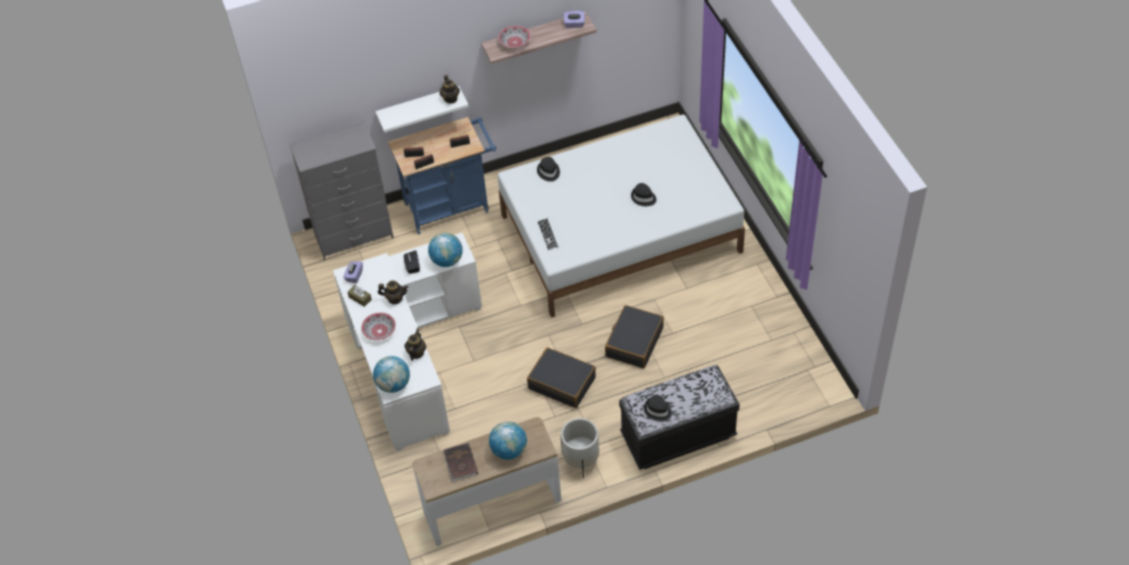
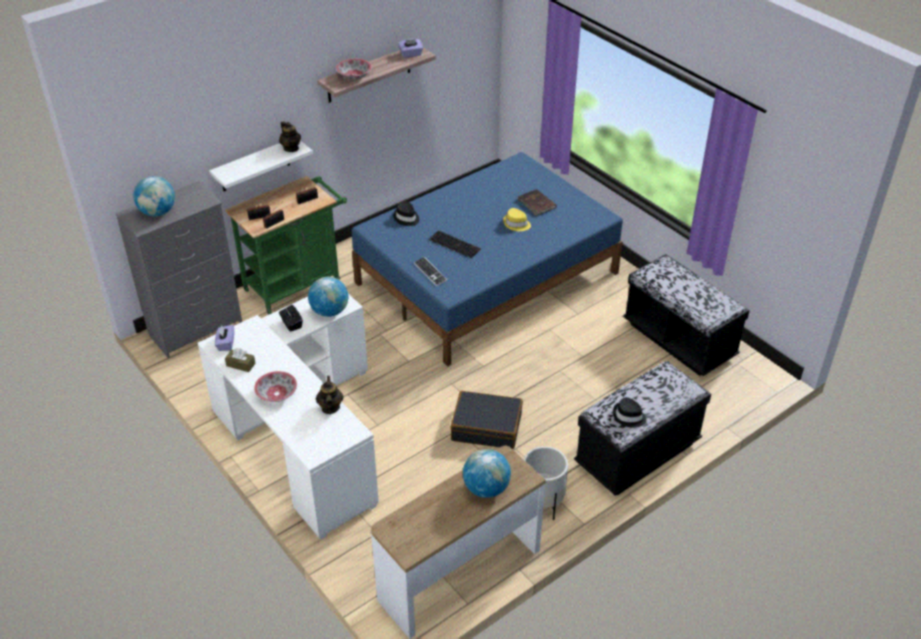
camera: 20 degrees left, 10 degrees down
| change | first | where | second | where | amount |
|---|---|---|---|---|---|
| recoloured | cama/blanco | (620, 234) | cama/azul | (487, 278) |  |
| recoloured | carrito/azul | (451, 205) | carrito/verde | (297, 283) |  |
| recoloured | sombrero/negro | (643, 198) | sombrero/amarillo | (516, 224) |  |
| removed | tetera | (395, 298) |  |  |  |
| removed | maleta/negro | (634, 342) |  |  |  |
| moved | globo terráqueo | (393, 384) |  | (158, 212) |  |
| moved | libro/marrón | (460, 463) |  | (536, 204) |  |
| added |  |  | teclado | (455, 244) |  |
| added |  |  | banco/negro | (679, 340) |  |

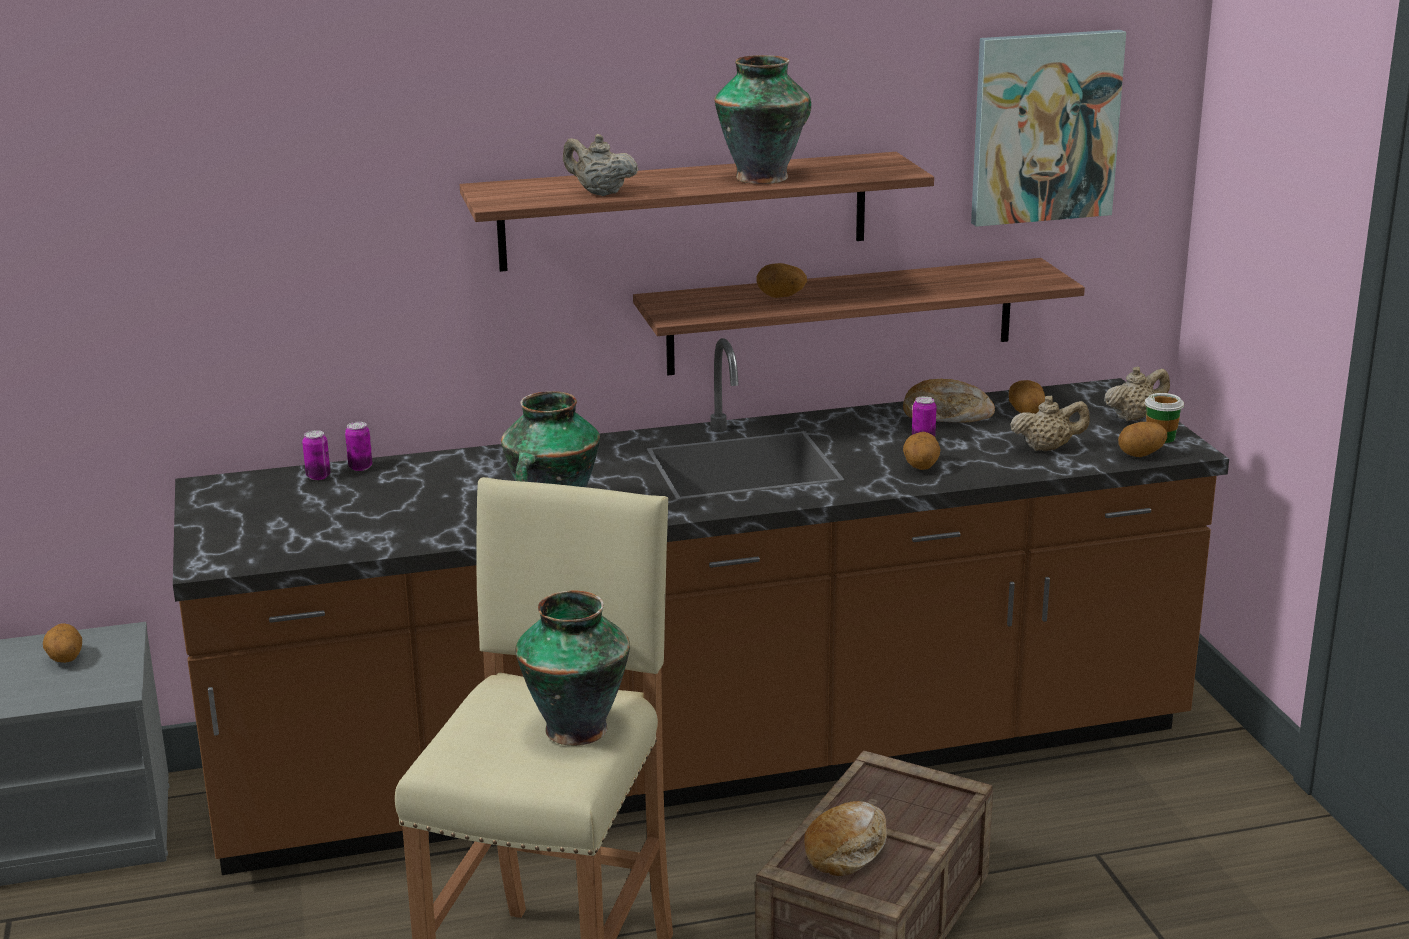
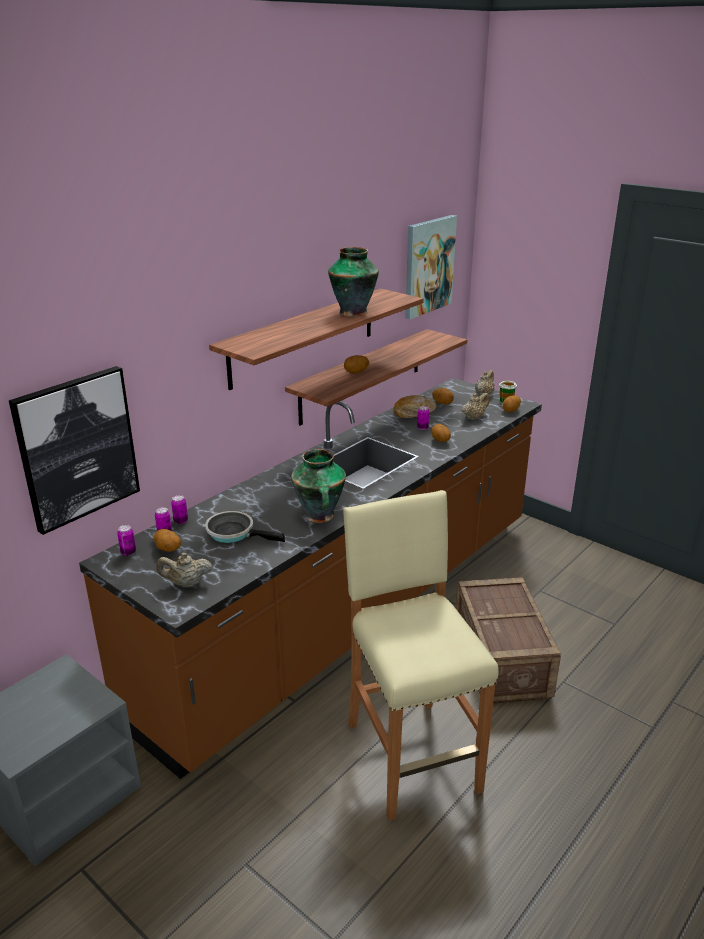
camera: 35 degrees left, 5 degrees up
| change | first | where | second | where | amount |
|---|---|---|---|---|---|
| moved | tetera/beis | (600, 193) |  | (186, 584) |  |
| removed | florero | (577, 727) |  |  |  |
| moved | patata | (65, 659) |  | (168, 550) |  |
| removed | pan | (847, 849) |  |  |  |
| added |  |  | cuadro | (77, 448) |  |
| added |  |  | sartén | (234, 533) |  |
| added |  |  | lata | (128, 552) |  |

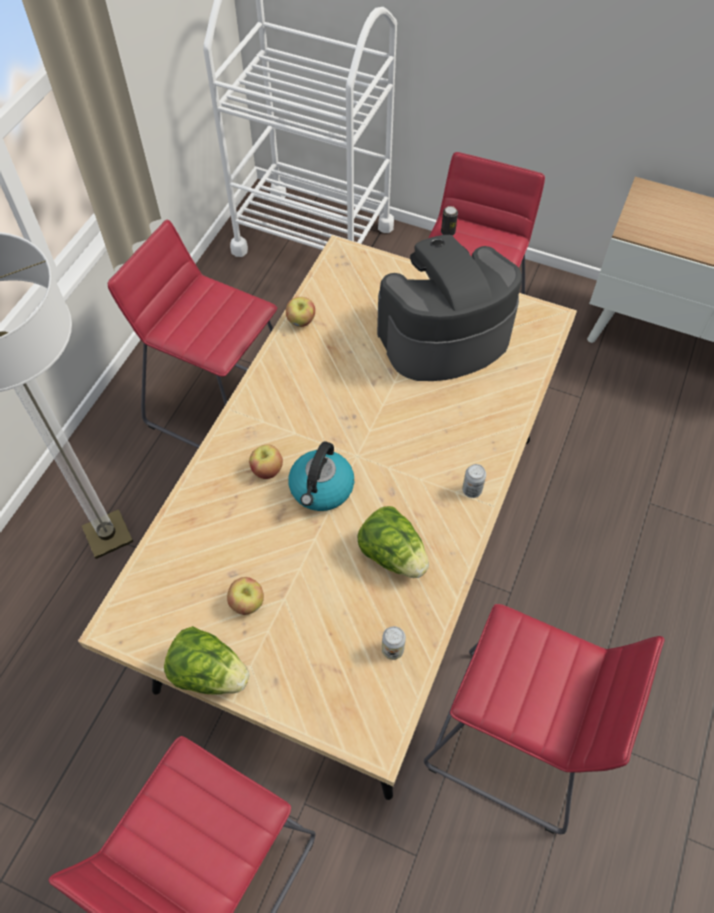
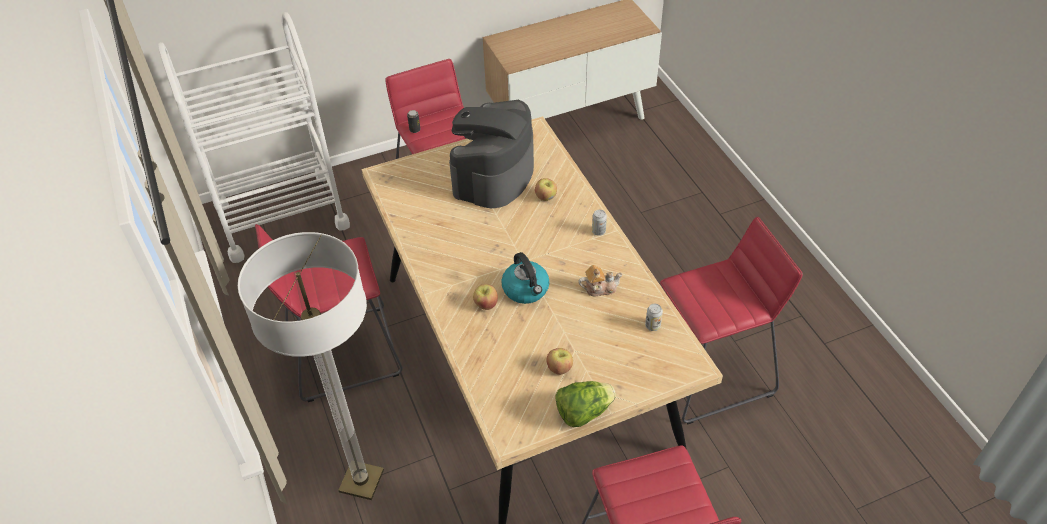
camera: 45 degrees left, 10 degrees down
| change | first | where | second | where | amount |
|---|---|---|---|---|---|
| moved | manzana | (301, 321) |  | (546, 197) |  |
| replaced | lechuga | (393, 554) | tetera | (599, 288) |  |

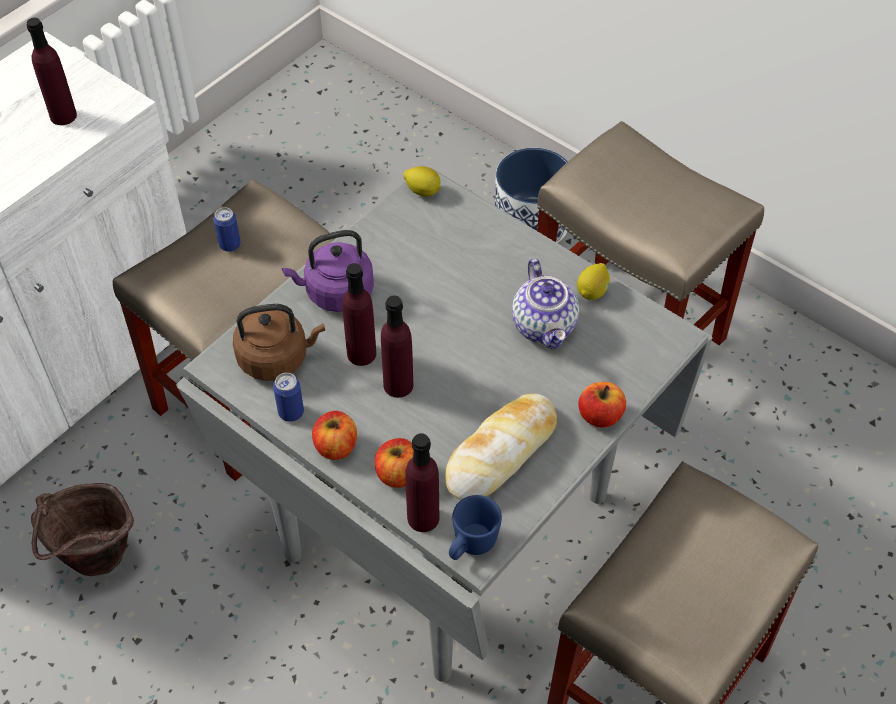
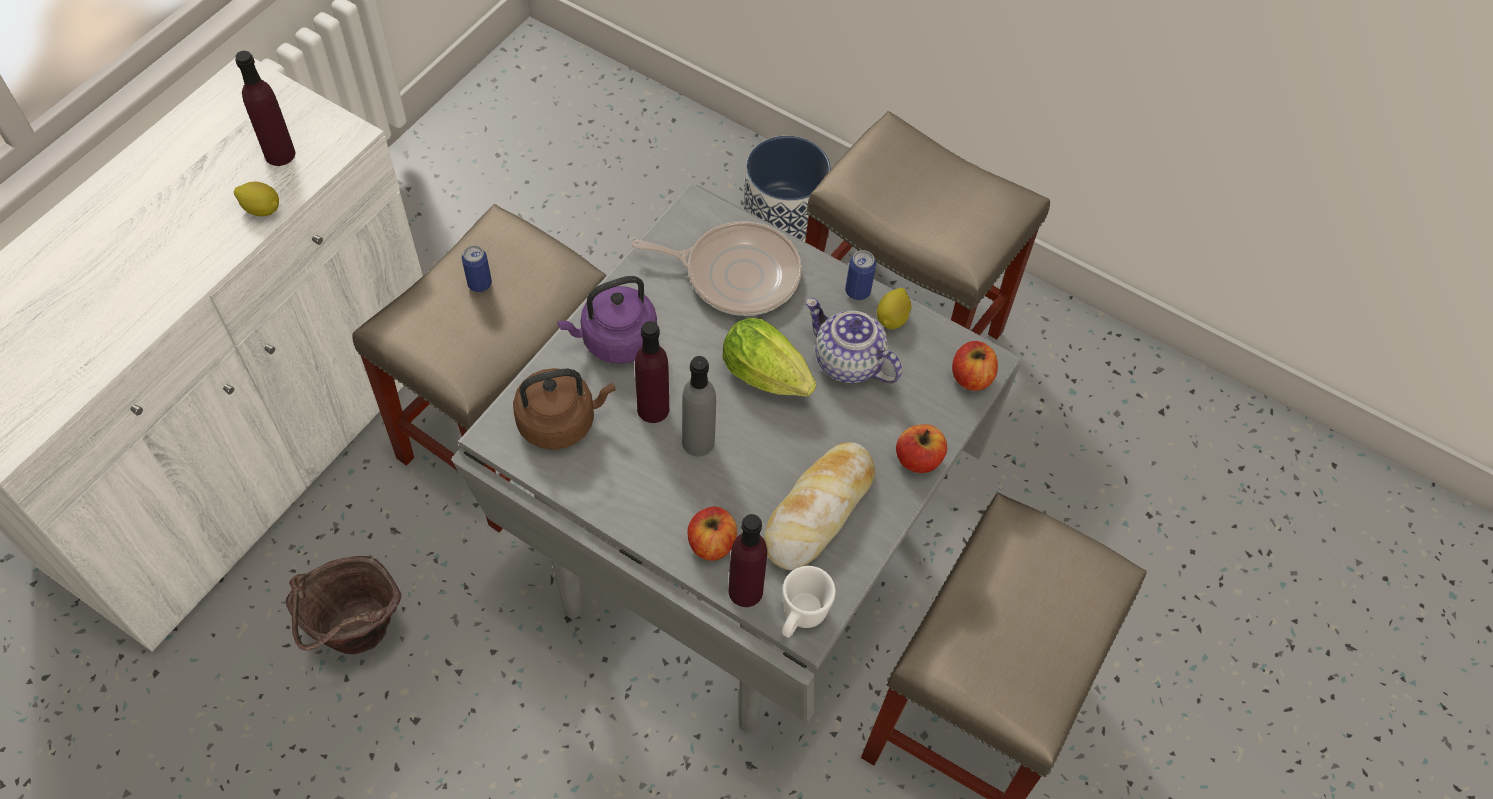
camera: 10 degrees left, 5 degrees up
| change | first | where | second | where | amount |
|---|---|---|---|---|---|
| moved | limón | (423, 191) |  | (262, 209) |  |
| turned | tetera | (545, 326) |  | (847, 362) | 150 degrees clockwise |
| recoloured | botella/morado | (398, 385) | botella/gris | (698, 442) |  |
| moved | lata | (291, 412) |  | (857, 291) |  |
| moved | manzana | (335, 446) |  | (971, 377) |  |
| recoloured | taza grande/azul | (471, 545) | taza grande/blanco | (800, 617) |  |
| added |  |  | sartén | (736, 274) |  |
| added |  |  | lechuga | (770, 378) |  |

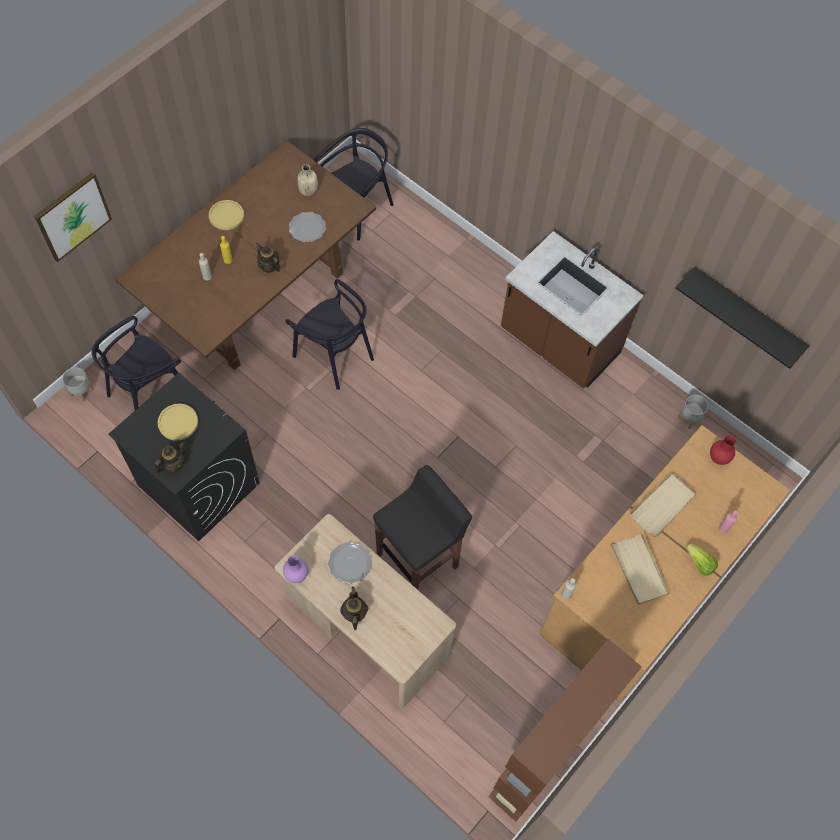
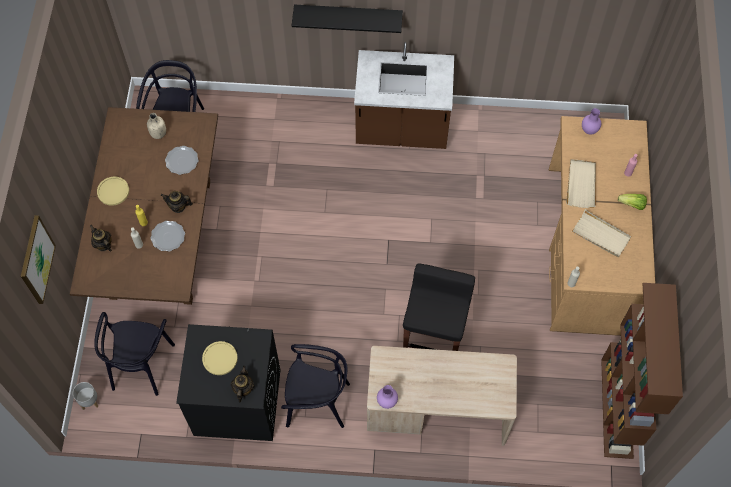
camera: 35 degrees left, 0 degrees up
| change | first | where | second | where | amount |
|---|---|---|---|---|---|
| moved | estante/negro | (746, 314) |  | (348, 15) |  |
| moved | silla/negro | (334, 355) |  | (317, 402) |  |
| removed | maceta/gris | (688, 419) |  |  |  |
| recoloured | florero/rojo | (718, 458) | florero/morado | (589, 130) |  |
| moved | plato | (349, 563) |  | (168, 237) |  |
| moved | tetera | (354, 614) |  | (103, 245) |  |

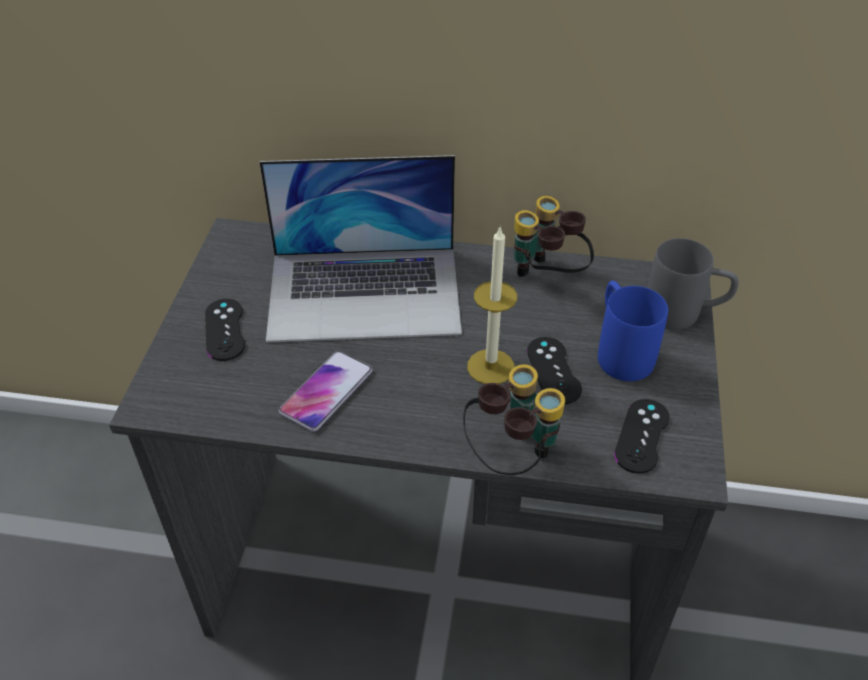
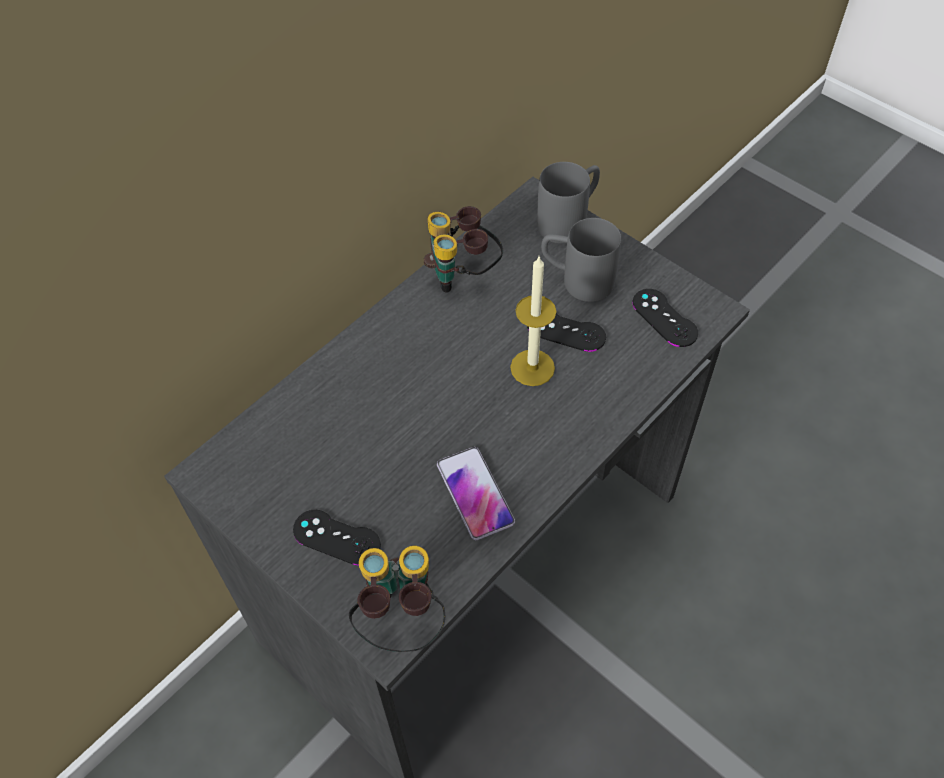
camera: 55 degrees left, 10 degrees up
| change | first | where | second | where | amount |
|---|---|---|---|---|---|
| removed | portátil | (365, 293) |  |  |  |
| recoloured | taza grande/azul | (619, 351) | taza grande/gris | (576, 280) |  |
| moved | prismáticos | (511, 455) |  | (400, 619) |  |

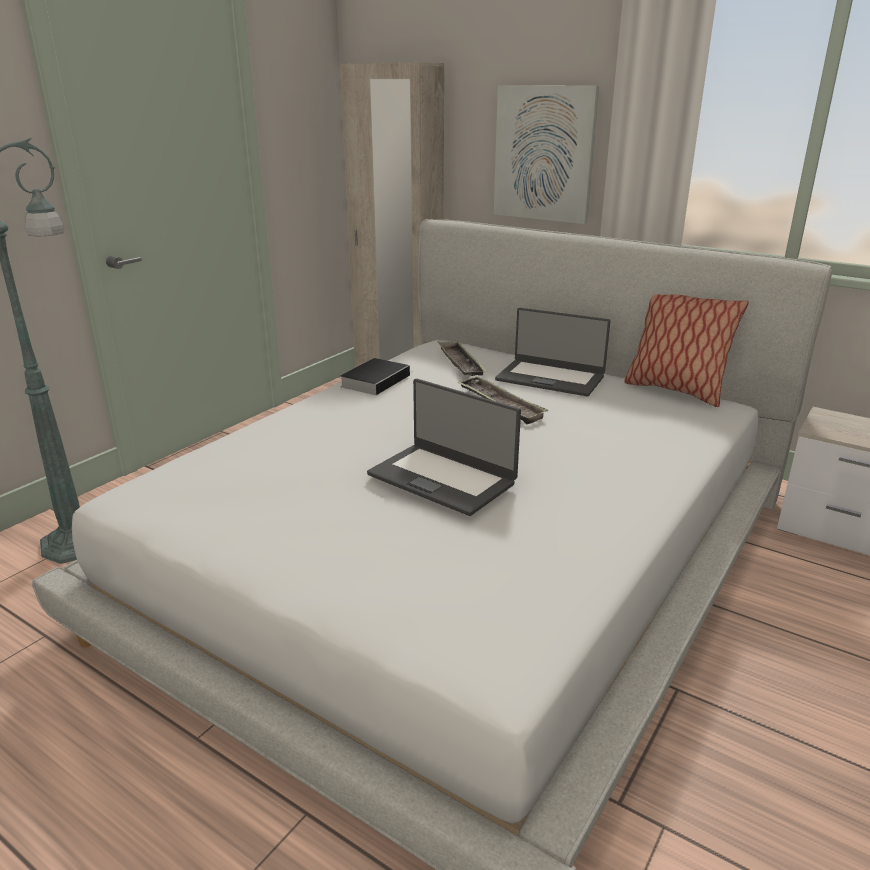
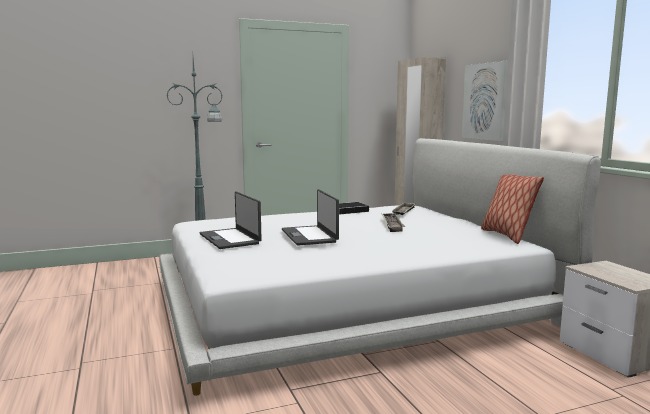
camera: 35 degrees right, 15 degrees down
| change | first | where | second | where | amount |
|---|---|---|---|---|---|
| moved | portátil | (550, 378) |  | (230, 239) |  |

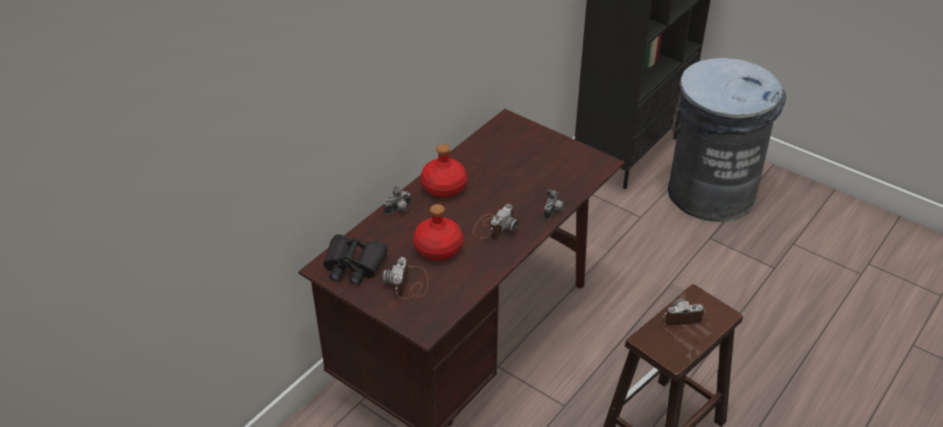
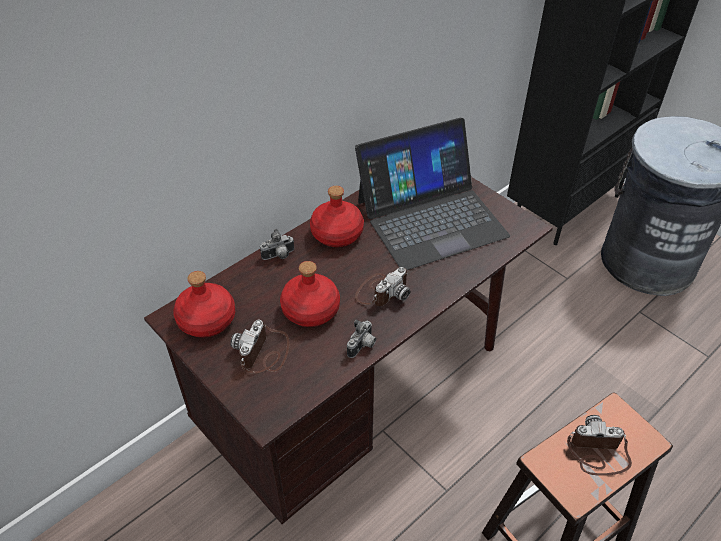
camera: 10 degrees right, 5 degrees up
| change | first | where | second | where | amount |
|---|---|---|---|---|---|
| moved | cámara | (553, 211) |  | (362, 346) |  |
| replaced | prismáticos/negro | (353, 266) | botella/rojo | (207, 319) |  |
| added |  |  | portátil | (430, 217) |  |

